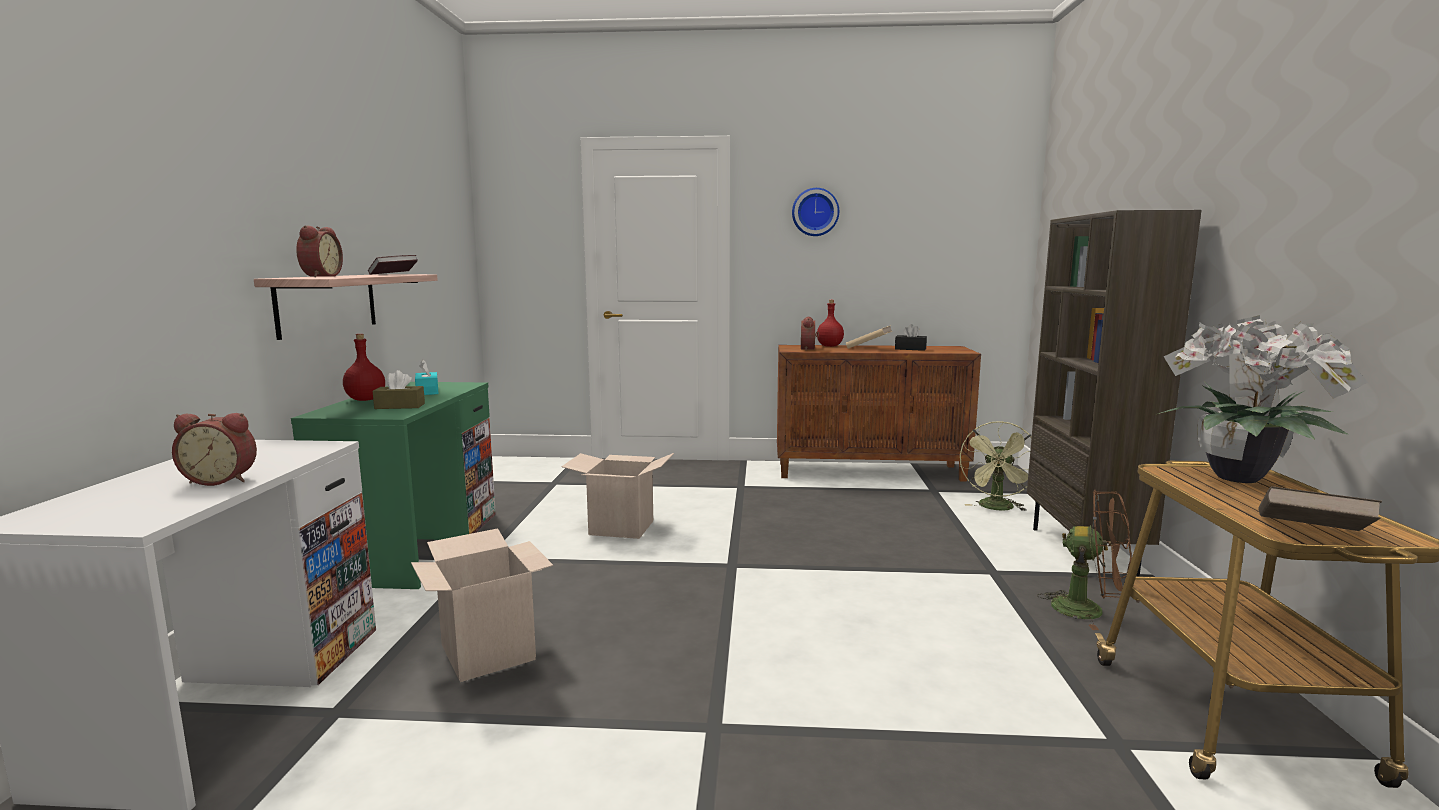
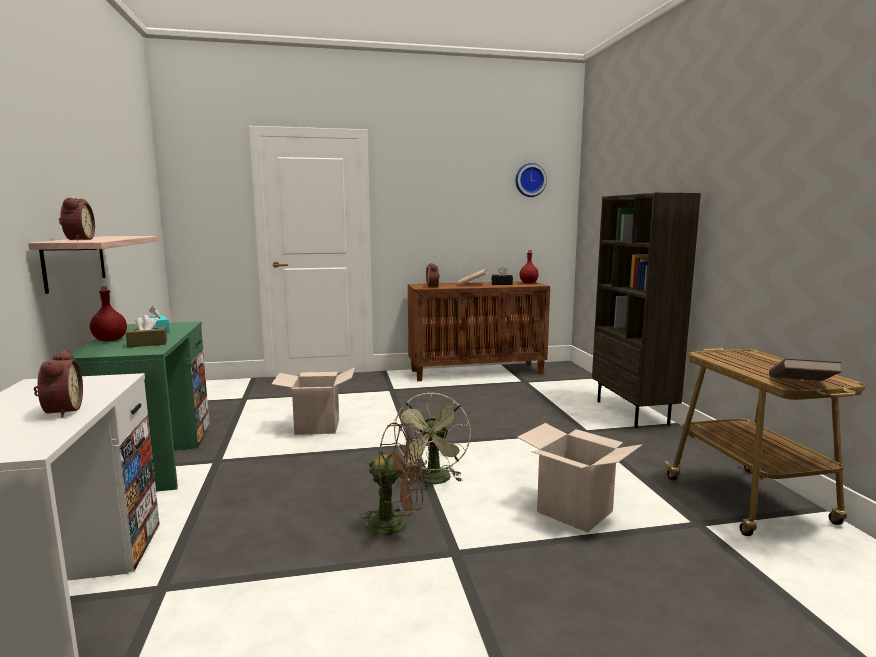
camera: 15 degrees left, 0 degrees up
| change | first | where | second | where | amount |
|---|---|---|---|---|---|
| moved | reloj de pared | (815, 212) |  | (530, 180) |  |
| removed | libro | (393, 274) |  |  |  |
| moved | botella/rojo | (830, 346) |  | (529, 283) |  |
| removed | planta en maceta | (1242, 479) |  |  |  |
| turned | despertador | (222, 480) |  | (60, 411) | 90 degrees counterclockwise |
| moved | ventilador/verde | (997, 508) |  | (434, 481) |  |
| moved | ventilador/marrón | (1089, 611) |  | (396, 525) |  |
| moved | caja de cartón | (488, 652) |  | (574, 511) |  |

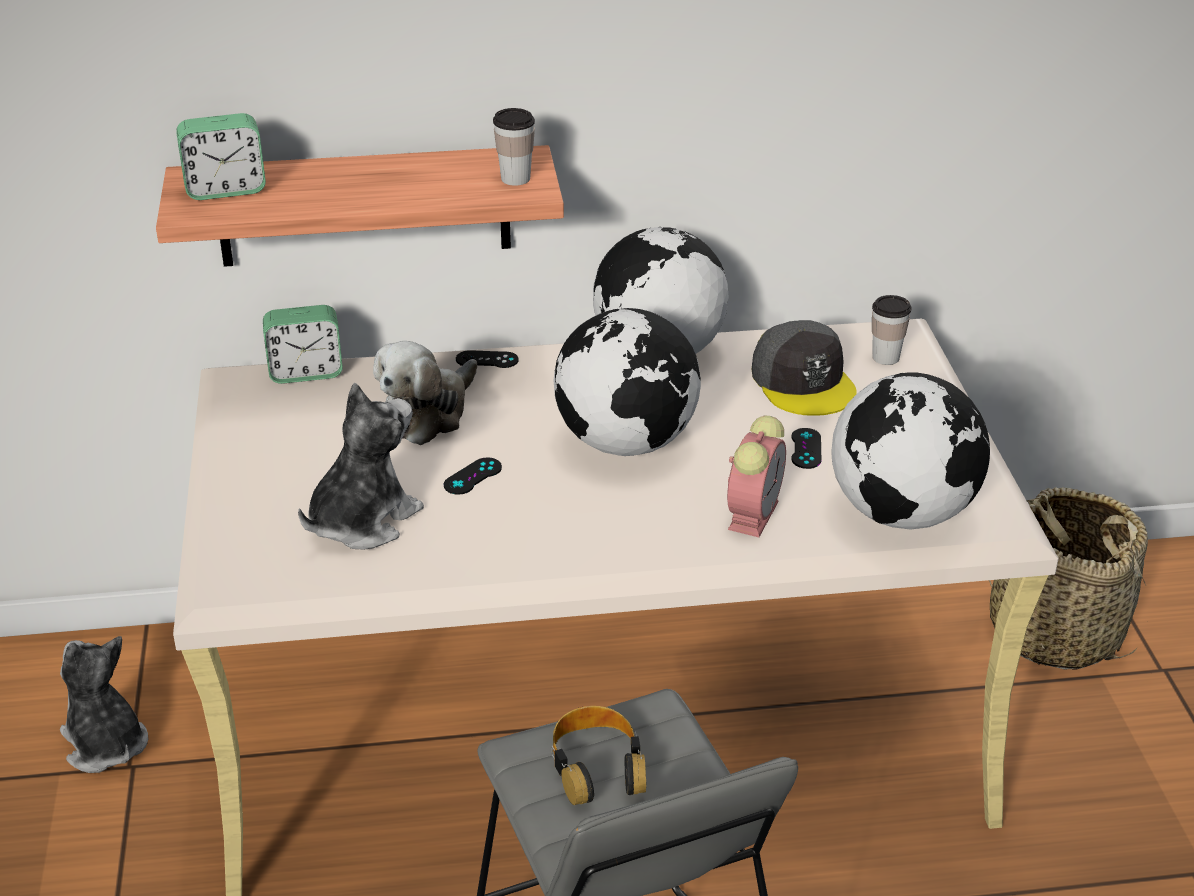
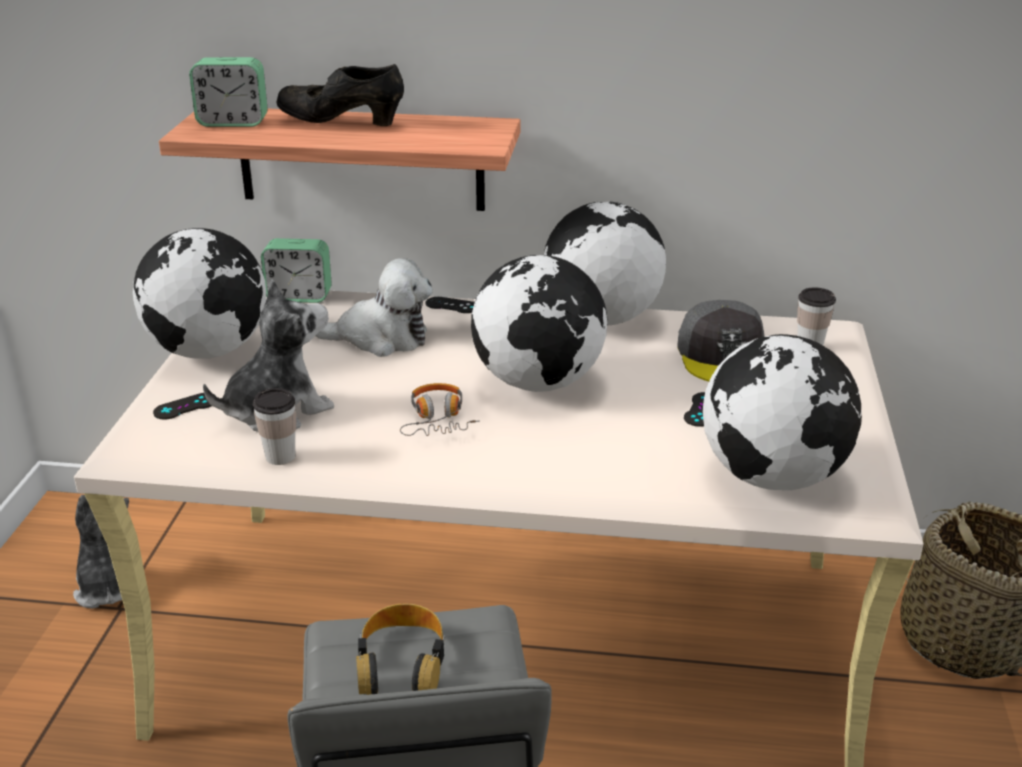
camera: 15 degrees right, 5 degrees down
| change | first | where | second | where | amount |
|---|---|---|---|---|---|
| moved | taza | (515, 178) |  | (280, 456) |  |
| turned | peluche | (428, 413) |  | (380, 338) | 135 degrees counterclockwise |
| removed | despertador | (753, 513) |  |  |  |
| moved | mando de consola/negro | (473, 476) |  | (185, 406) |  |
| added |  |  | zapato/negro | (342, 123) |  |
| added |  |  | globo terráqueo | (210, 351) |  |
| added |  |  | auriculares | (437, 420) |  |

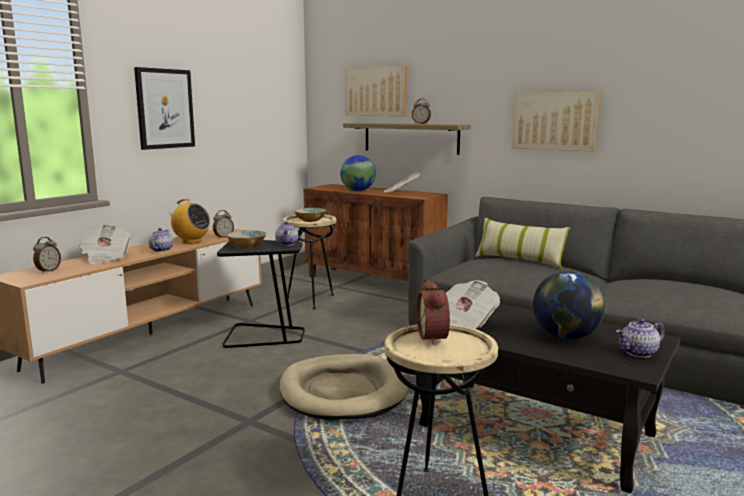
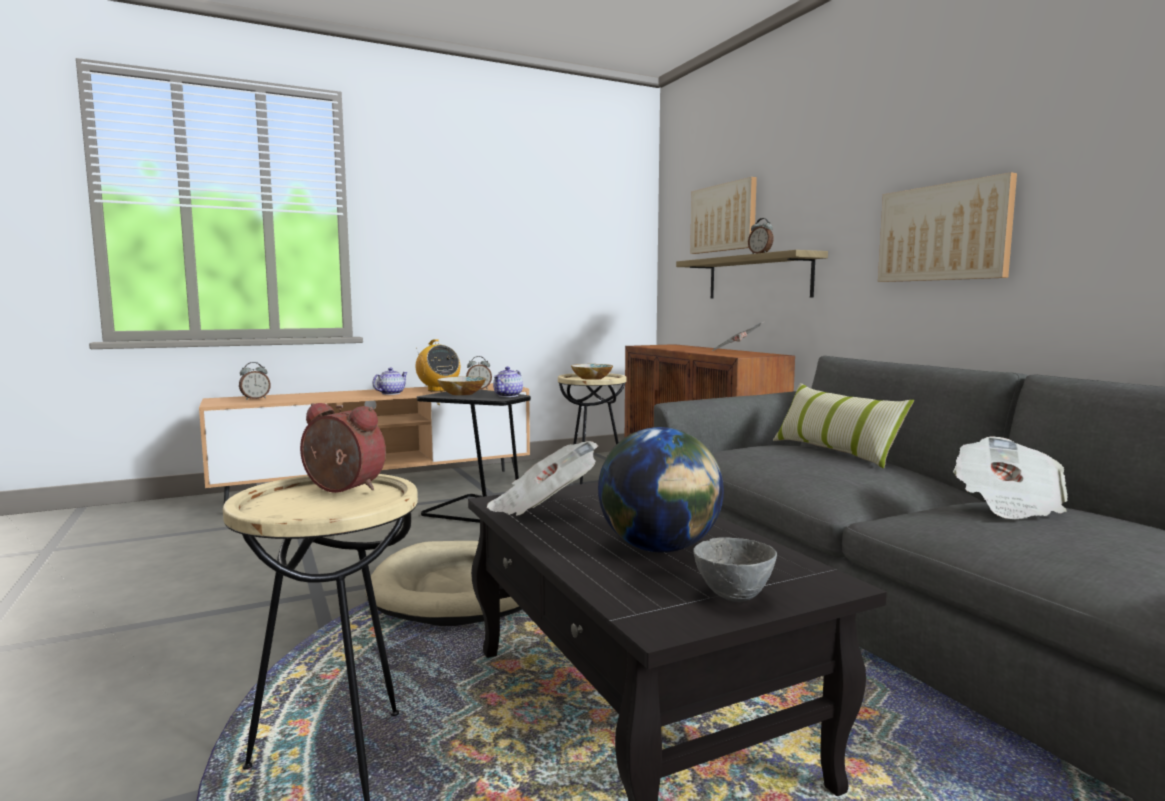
camera: 30 degrees right, 5 degrees down
| change | first | where | second | where | amount |
|---|---|---|---|---|---|
| removed | cuadro | (165, 108) |  |  |  |
| removed | globo terráqueo | (358, 190) |  |  |  |
| moved | periódico | (106, 258) |  | (1007, 505) |  |
| turned | despertador | (435, 337) |  | (341, 489) | 90 degrees clockwise |
| replaced | tetera | (639, 353) | cuenco/gris | (734, 597) |  |

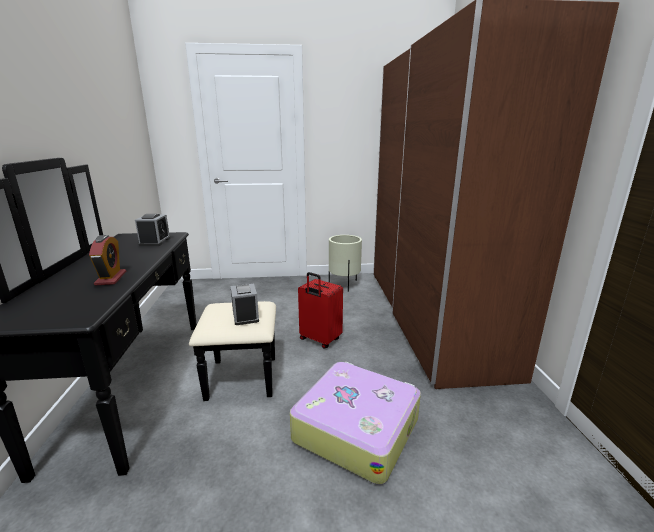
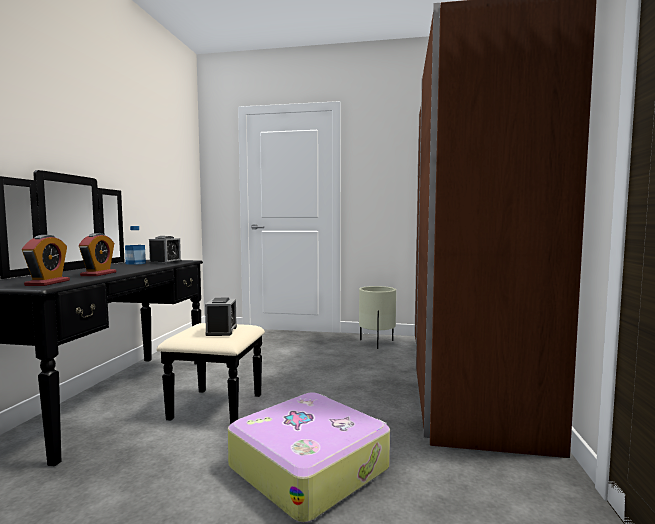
camera: 15 degrees right, 15 degrees down
| change | first | where | second | where | amount |
|---|---|---|---|---|---|
| removed | maleta/rojo | (319, 340) |  |  |  |
| added |  |  | botella | (135, 263) |  |
| added |  |  | despertador | (48, 283) |  |

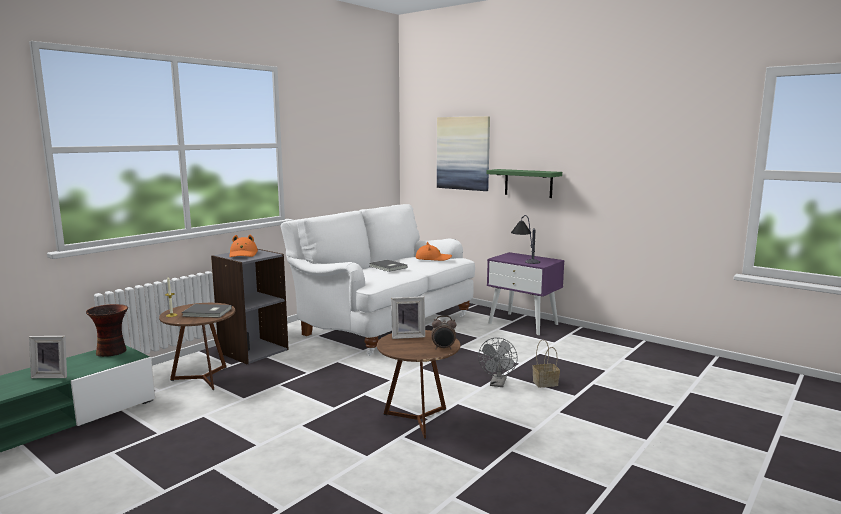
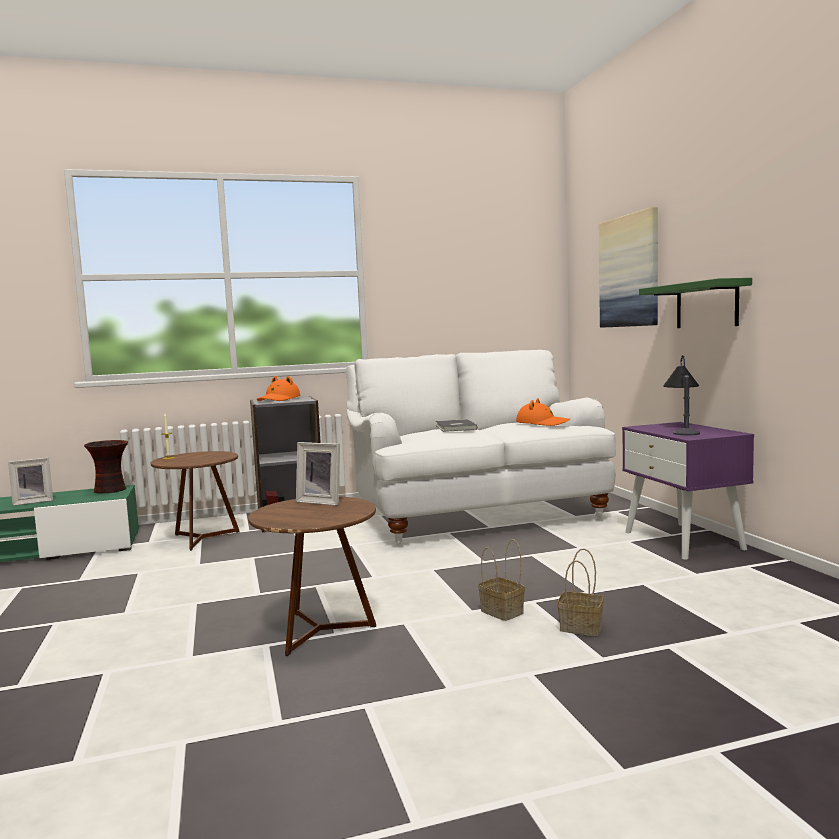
camera: 35 degrees right, 5 degrees down
| change | first | where | second | where | amount |
|---|---|---|---|---|---|
| removed | libro/gris | (207, 313) |  |  |  |
| removed | despertador | (443, 348) |  |  |  |
| turned | portarretratos | (52, 375) |  | (33, 501) | 60 degrees counterclockwise |
| replaced | ventilador/gris | (498, 384) | cesta | (503, 612) |  |

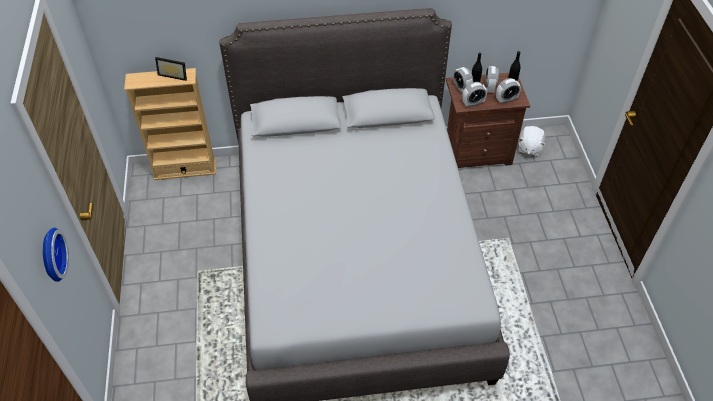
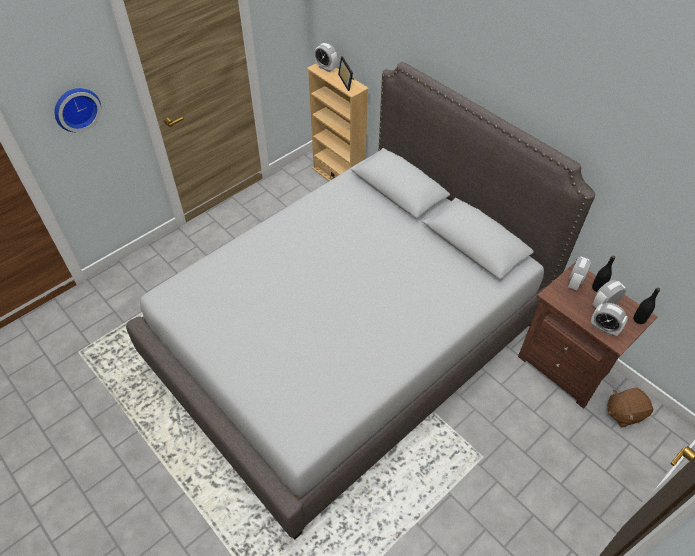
camera: 55 degrees right, 0 degrees up
| change | first | where | second | where | amount |
|---|---|---|---|---|---|
| moved | despertador | (473, 103) |  | (326, 68) |  |
| recoloured | peluche/blanco | (529, 148) | peluche/marrón | (624, 413) |  |

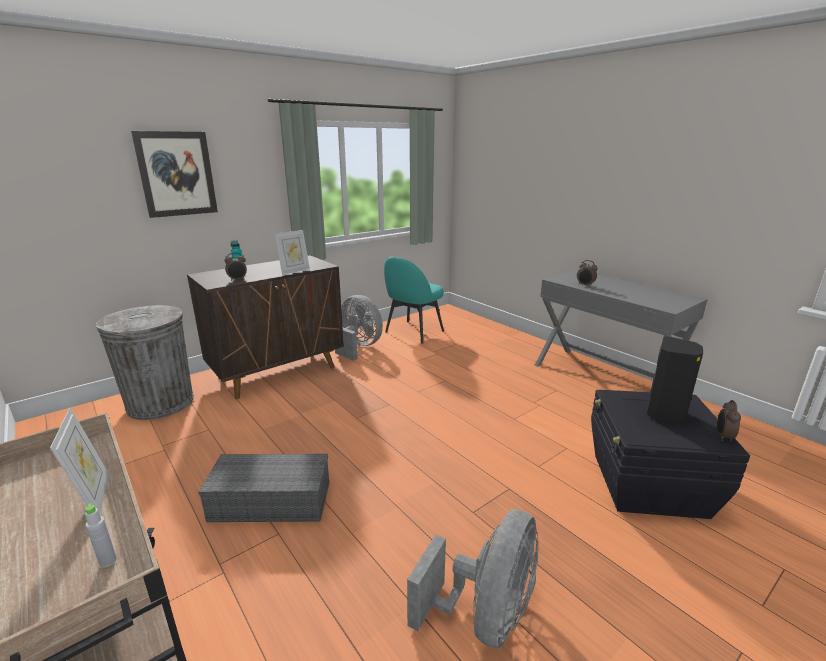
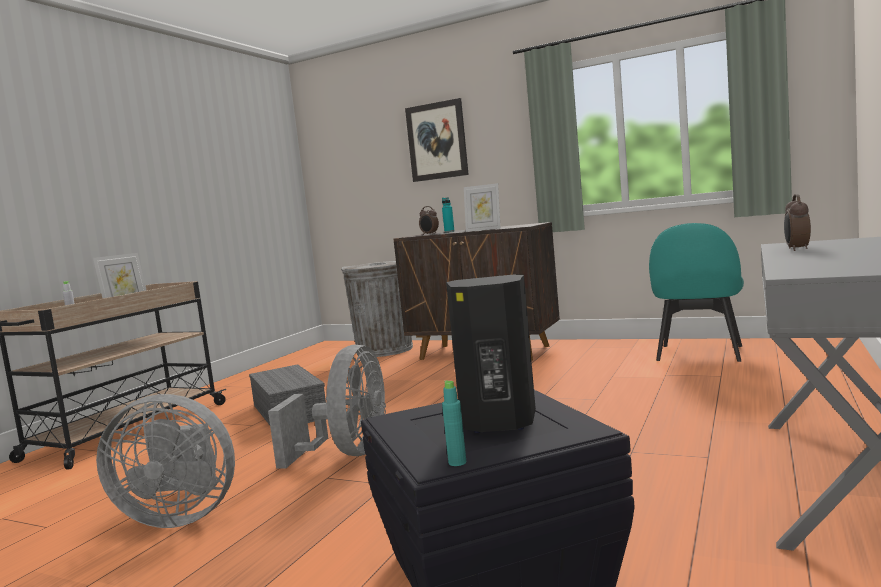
camera: 65 degrees right, 15 degrees down
| change | first | where | second | where | amount |
|---|---|---|---|---|---|
| turned | silla/turquesa | (413, 332) |  | (699, 354) | 75 degrees counterclockwise |
| moved | ventilador/gris | (358, 347) |  | (349, 453) |  |
| replaced | despertador | (723, 437) | botella/turquesa | (457, 462) |  |

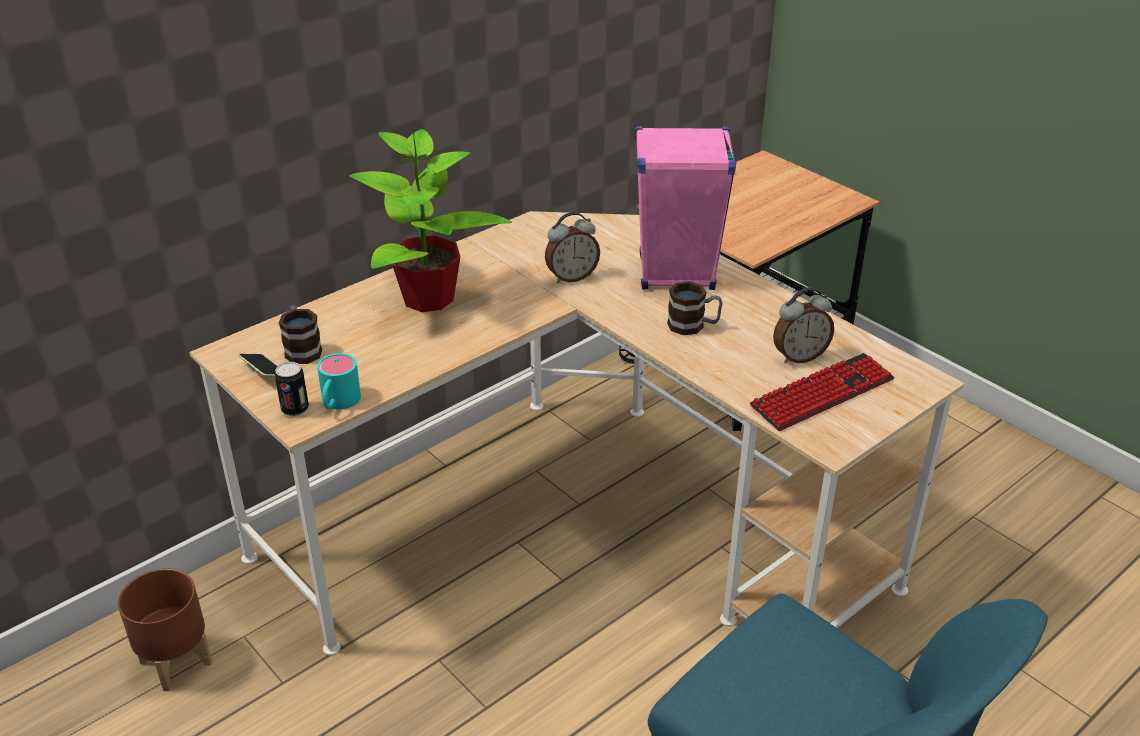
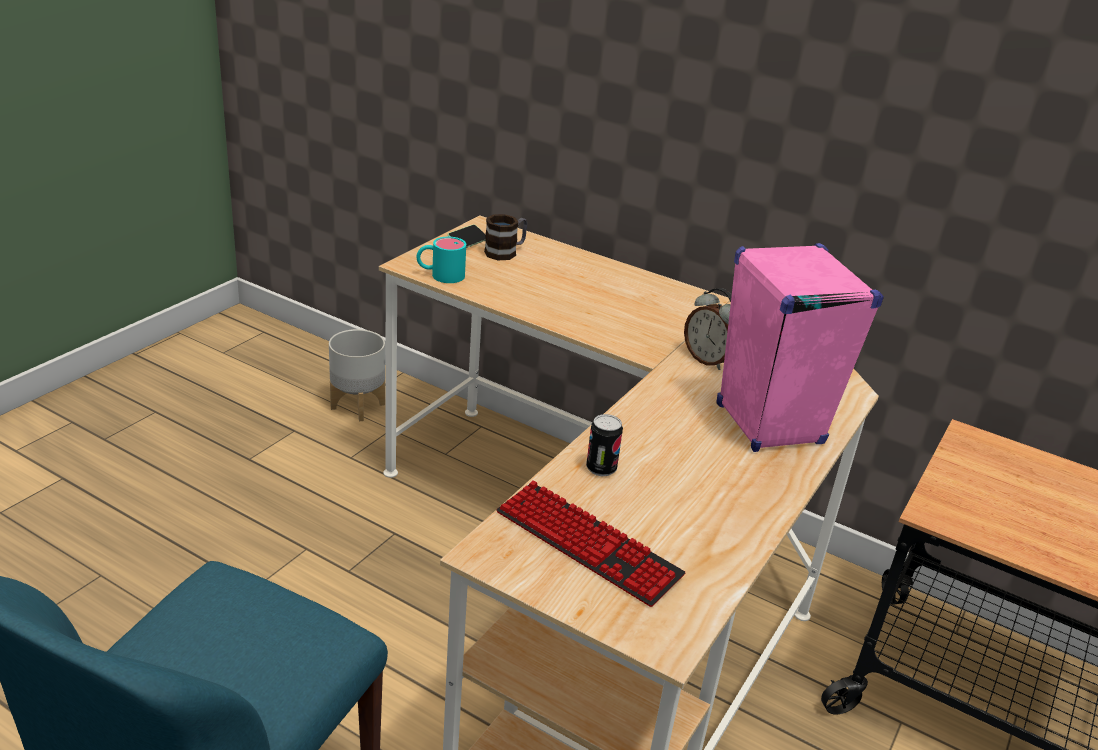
camera: 70 degrees right, 5 degrees down
| change | first | where | second | where | amount |
|---|---|---|---|---|---|
| removed | planta en maceta | (429, 299) |  |  |  |
| removed | taza grande | (693, 326) |  |  |  |
| removed | despertador | (799, 356) |  |  |  |
| moved | lata | (295, 409) |  | (601, 468) |  |
| recoloured | maceta/marrón | (177, 662) | maceta/gris | (358, 406) |  |

